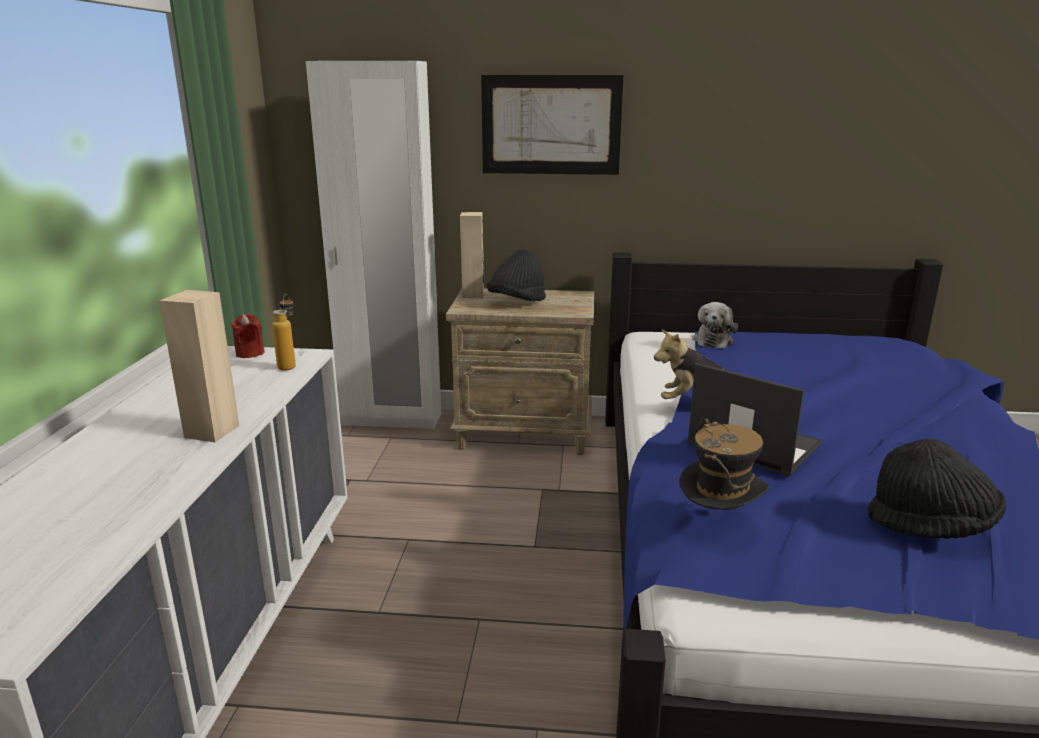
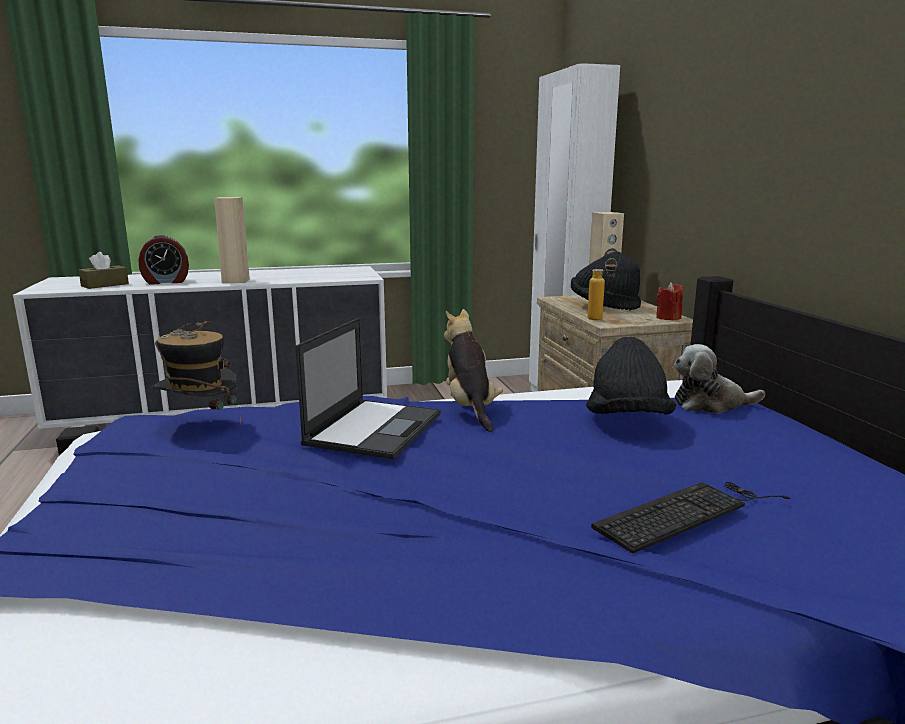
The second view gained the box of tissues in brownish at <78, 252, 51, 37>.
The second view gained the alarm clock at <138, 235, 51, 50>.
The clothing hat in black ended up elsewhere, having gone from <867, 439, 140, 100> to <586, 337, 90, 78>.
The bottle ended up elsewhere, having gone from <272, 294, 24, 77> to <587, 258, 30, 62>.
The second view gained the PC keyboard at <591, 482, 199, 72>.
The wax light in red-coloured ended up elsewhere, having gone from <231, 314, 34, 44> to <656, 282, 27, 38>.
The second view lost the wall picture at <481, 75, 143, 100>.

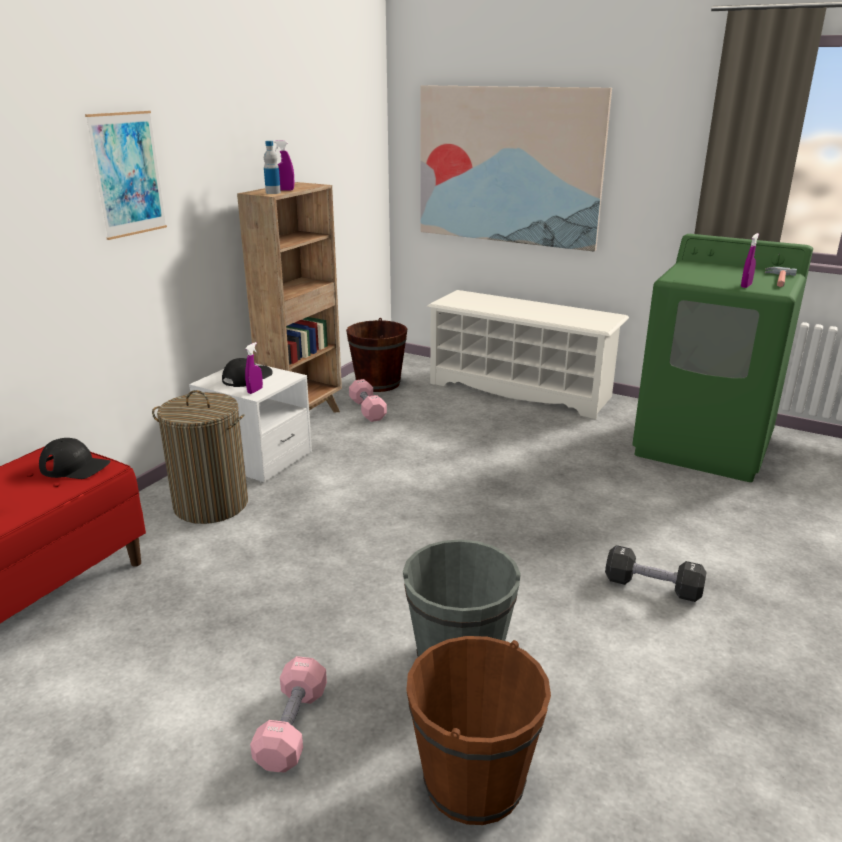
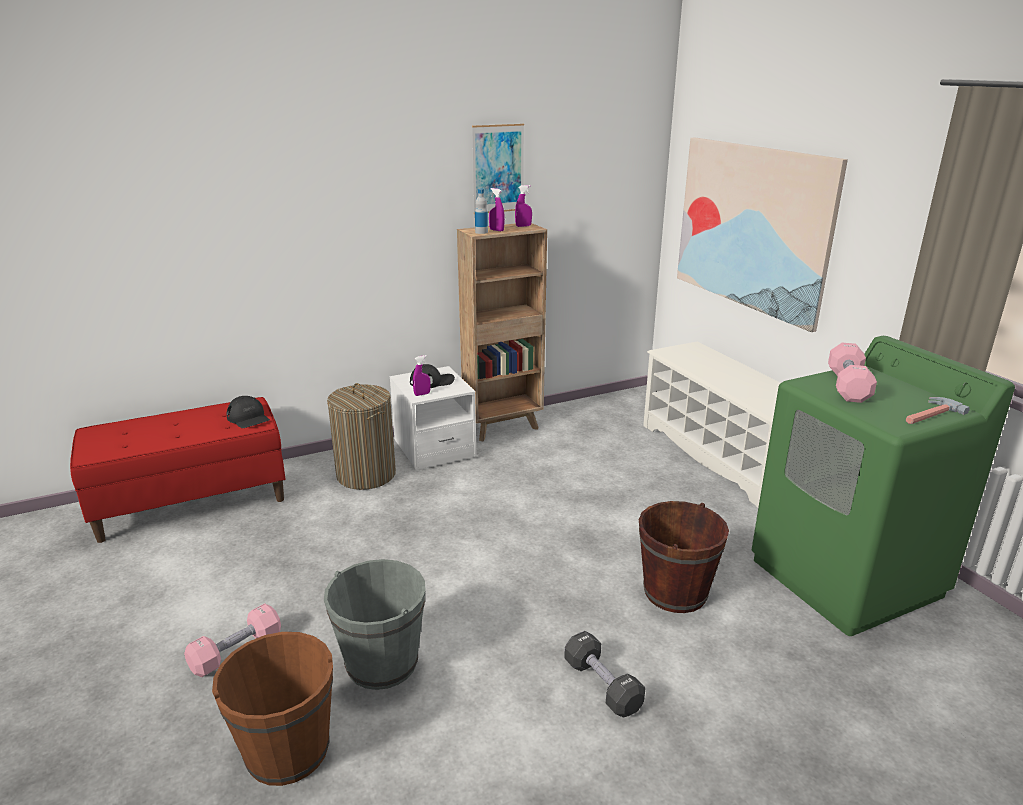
The wall picture ended up elsewhere, having gone from <85, 111, 82, 129> to <472, 124, 52, 90>.
The spray bottle in purplish ended up elsewhere, having gone from <741, 233, 18, 55> to <515, 185, 17, 42>.
The bucket in brownish ended up elsewhere, having gone from <346, 318, 61, 74> to <639, 501, 90, 112>.
The hand weight in pinkish ended up elsewhere, having gone from <349, 379, 38, 43> to <828, 343, 49, 60>.

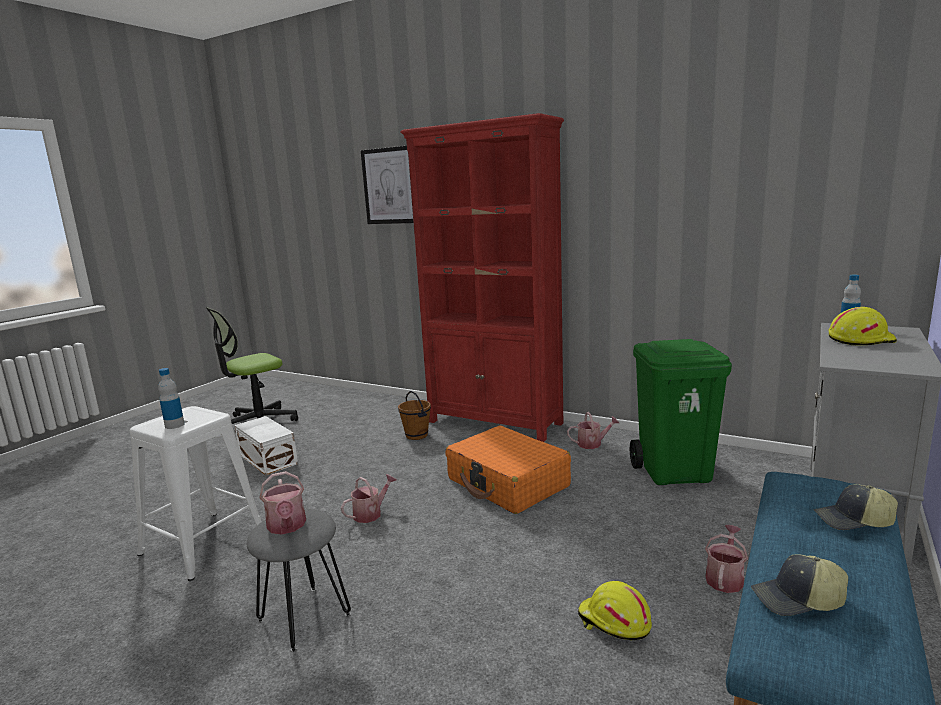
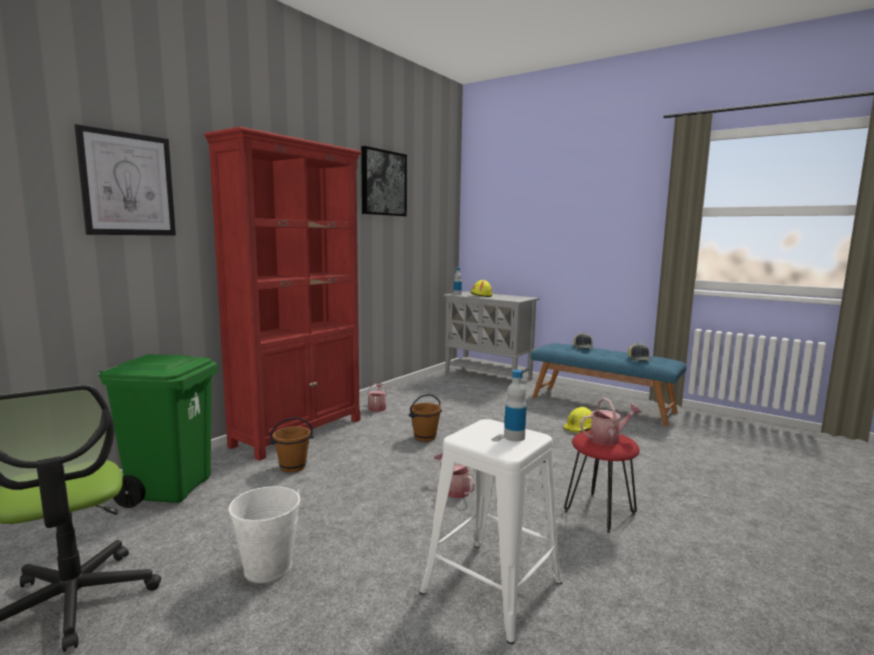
The waste bin in green ended up elsewhere, having gone from <630, 339, 102, 146> to <97, 354, 120, 154>.
Where the storage box in white-coloured stood at <234, 416, 64, 60>, the bucket in white-coloured came to stand at <228, 486, 72, 97>.
The second view gained the wall picture at <361, 146, 46, 70>.
Where the suitcase in orange-coloured stood at <445, 426, 126, 88>, the bucket in brownish came to stand at <408, 394, 34, 48>.
What was the stool seat in greyish at <247, 509, 104, 143> turned into the stool seat in red-coloured at <564, 430, 76, 103>.
The second view lost the sprinkling can at <705, 525, 43, 68>.

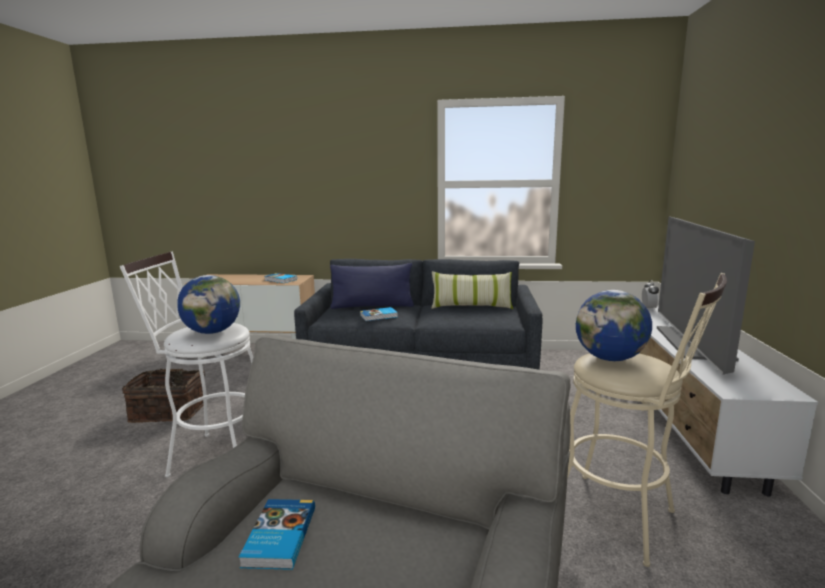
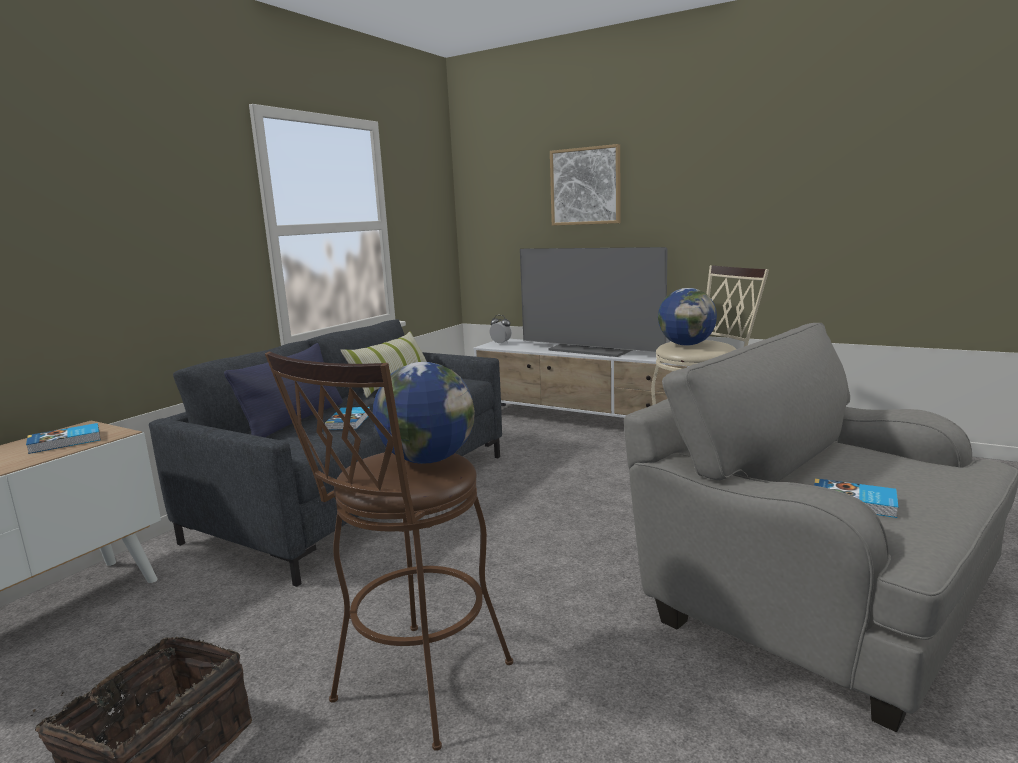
What was the stool seat in white-coloured at <120, 251, 133, 226> turned into the stool seat in brownish at <265, 352, 248, 399>.
The second view gained the wall picture at <550, 144, 70, 82>.

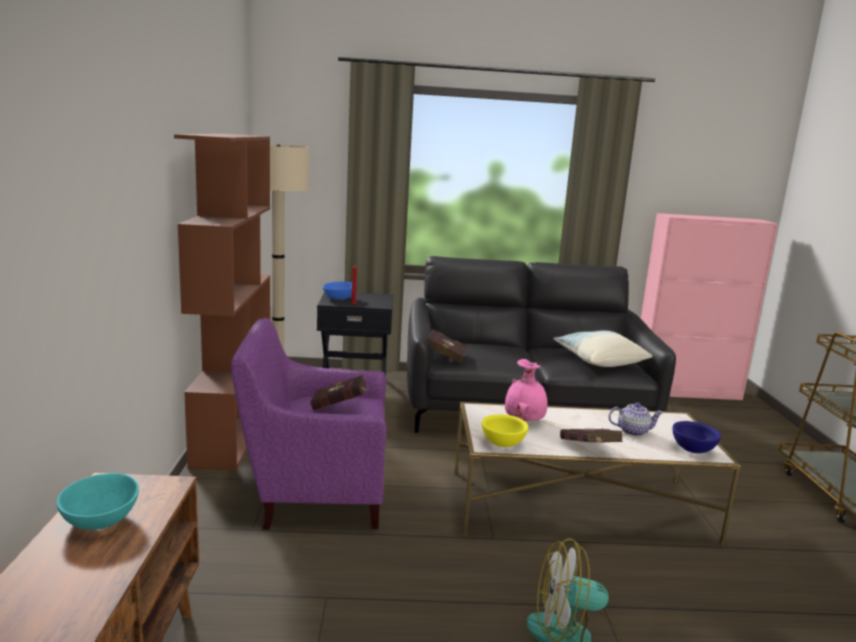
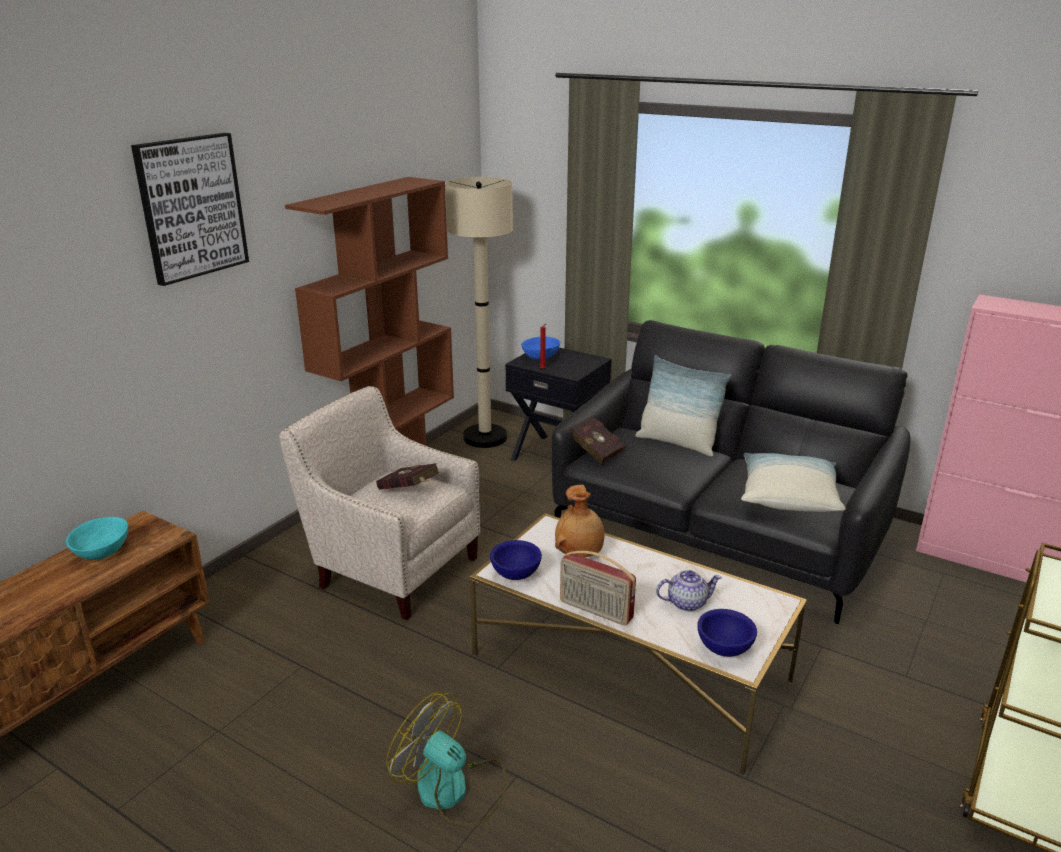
The second view gained the wall picture at <131, 133, 118, 153>.
What was the easy chair in purplish at <231, 318, 156, 212> turned into the easy chair in beige-coloured at <279, 386, 201, 234>.
What was the bowl in yellow-coloured at <482, 414, 46, 33> turned into the bowl in blue-coloured at <490, 540, 52, 40>.
What was the decorative vase in pinkish at <505, 359, 43, 62> turned into the decorative vase in brownish at <555, 485, 49, 72>.
Where the book in red-coloured stood at <560, 428, 63, 15>, the radio came to stand at <560, 551, 76, 75>.
The second view gained the cushion at <635, 355, 97, 102>.
The teapot at <608, 402, 55, 34> ended up facing another way, 45 degrees counterclockwise from before.

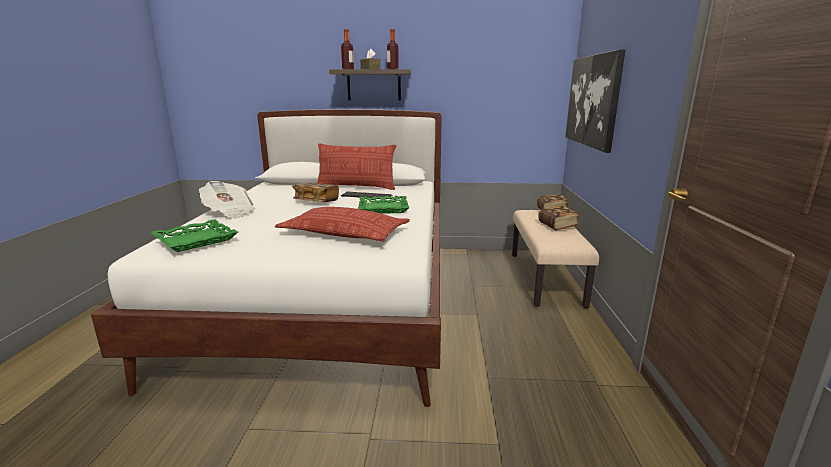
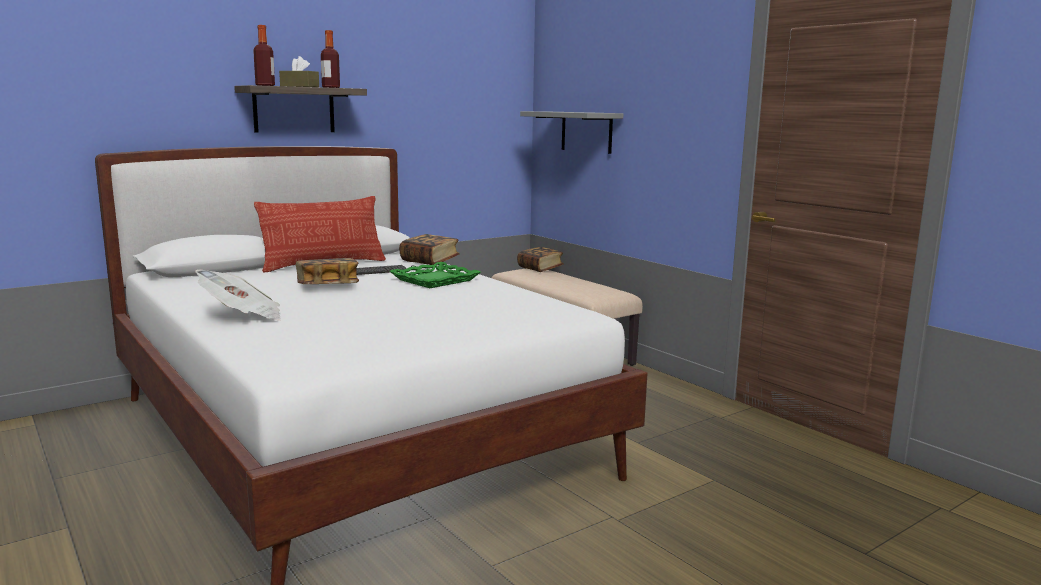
The book ended up elsewhere, having gone from <538, 206, 42, 25> to <399, 234, 61, 31>.
Where the wall picture hung at <565, 49, 60, 104>, the shelf in greyish came to hang at <520, 111, 103, 43>.
The second view lost the carrying tray in green at <151, 219, 87, 33>.
The second view lost the cushion at <275, 207, 135, 35>.

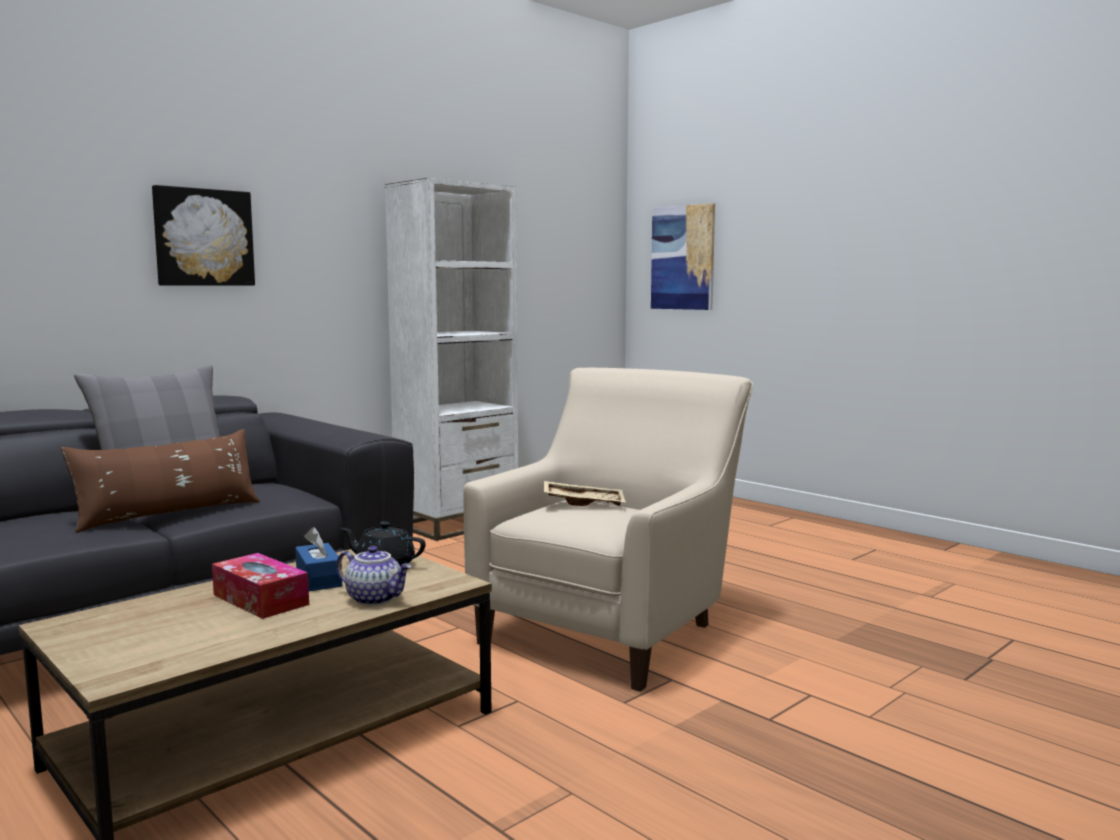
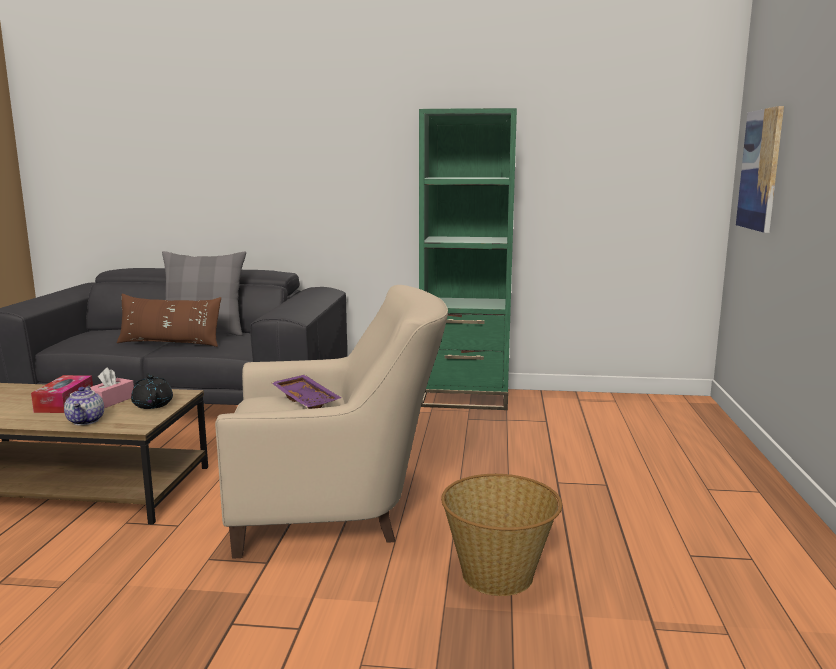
What was the box of tissues in blue-coloured at <295, 527, 47, 64> turned into the box of tissues in pinkish at <90, 367, 44, 41>.
What was the carrying tray in beige-coloured at <544, 481, 82, 25> turned into the carrying tray in purplish at <271, 375, 70, 34>.
What was the bookcase in white-coloured at <385, 178, 133, 363> turned into the bookcase in green at <419, 108, 98, 302>.
The second view gained the basket at <441, 474, 121, 122>.
The second view lost the wall picture at <152, 185, 103, 101>.

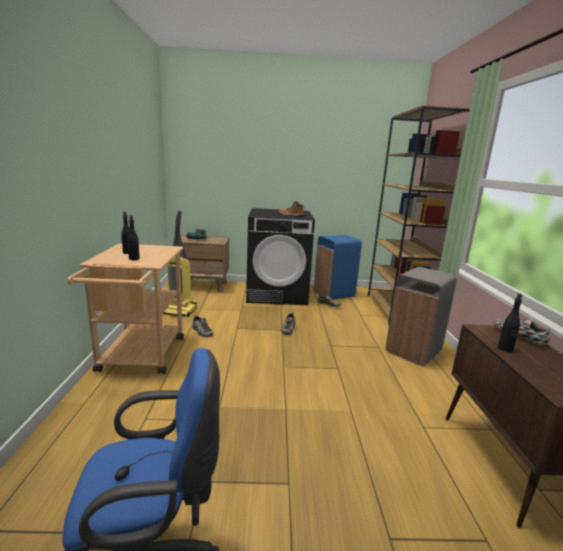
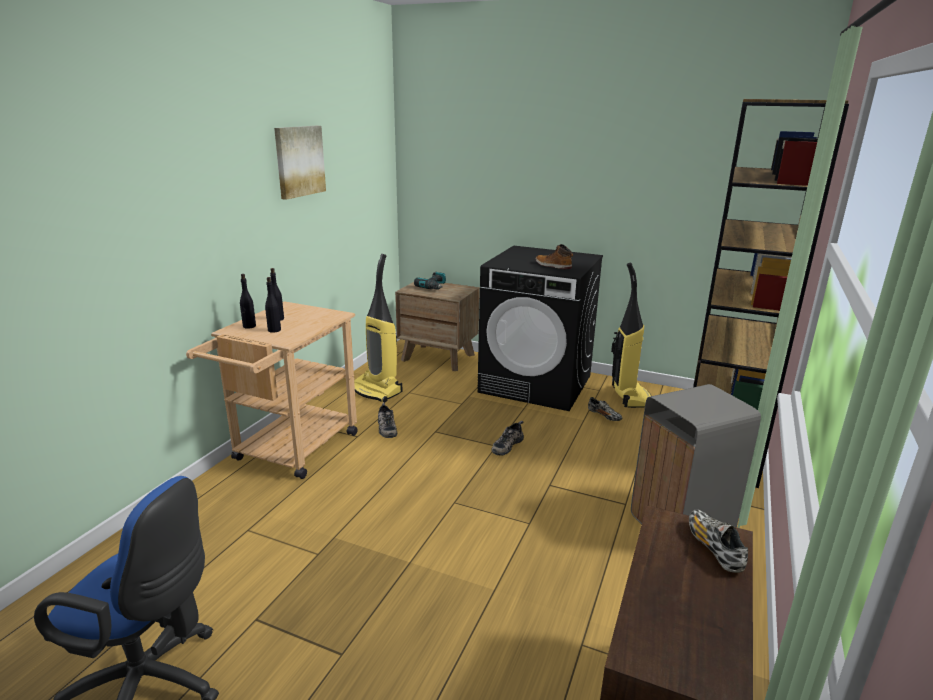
The bottle in black ended up elsewhere, having gone from <498, 293, 24, 59> to <240, 274, 16, 55>.
The second view gained the wall picture at <274, 126, 52, 74>.
Where the waste bin in blue-coloured stood at <314, 235, 48, 64>, the vacuum cleaner came to stand at <611, 263, 40, 145>.

